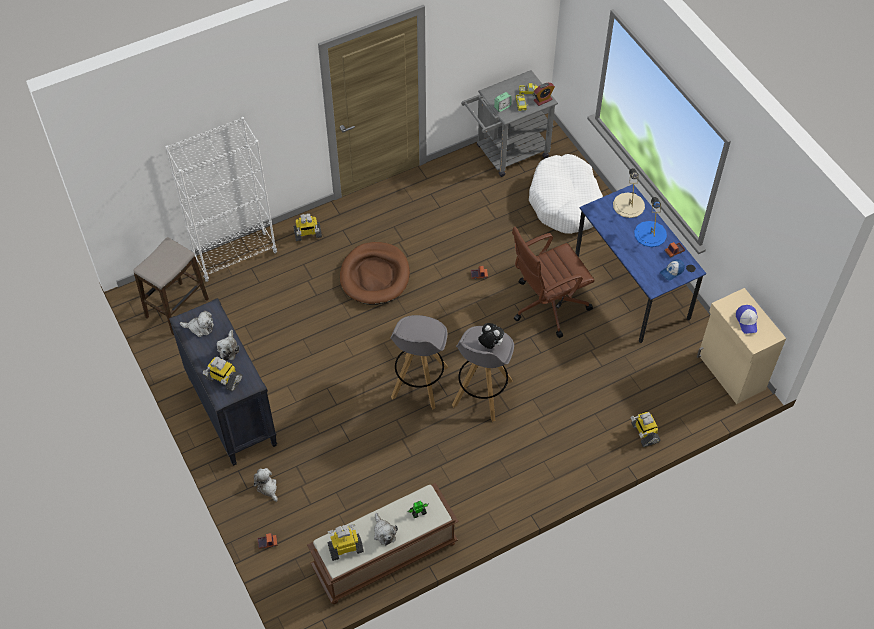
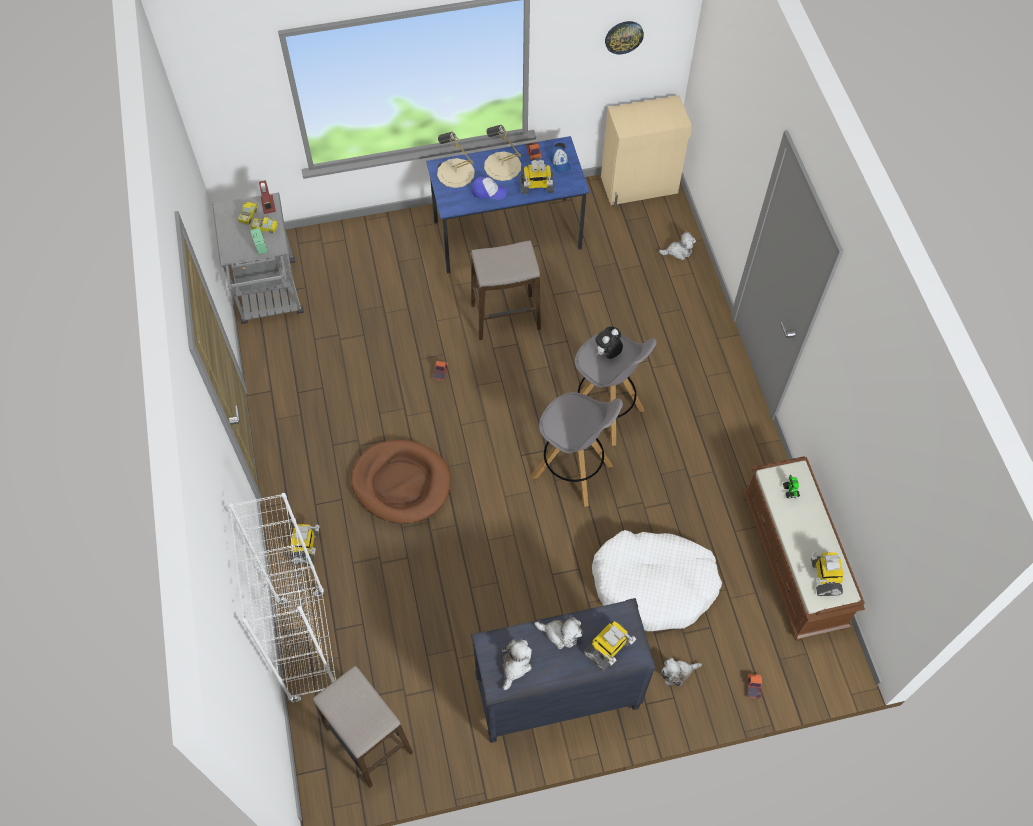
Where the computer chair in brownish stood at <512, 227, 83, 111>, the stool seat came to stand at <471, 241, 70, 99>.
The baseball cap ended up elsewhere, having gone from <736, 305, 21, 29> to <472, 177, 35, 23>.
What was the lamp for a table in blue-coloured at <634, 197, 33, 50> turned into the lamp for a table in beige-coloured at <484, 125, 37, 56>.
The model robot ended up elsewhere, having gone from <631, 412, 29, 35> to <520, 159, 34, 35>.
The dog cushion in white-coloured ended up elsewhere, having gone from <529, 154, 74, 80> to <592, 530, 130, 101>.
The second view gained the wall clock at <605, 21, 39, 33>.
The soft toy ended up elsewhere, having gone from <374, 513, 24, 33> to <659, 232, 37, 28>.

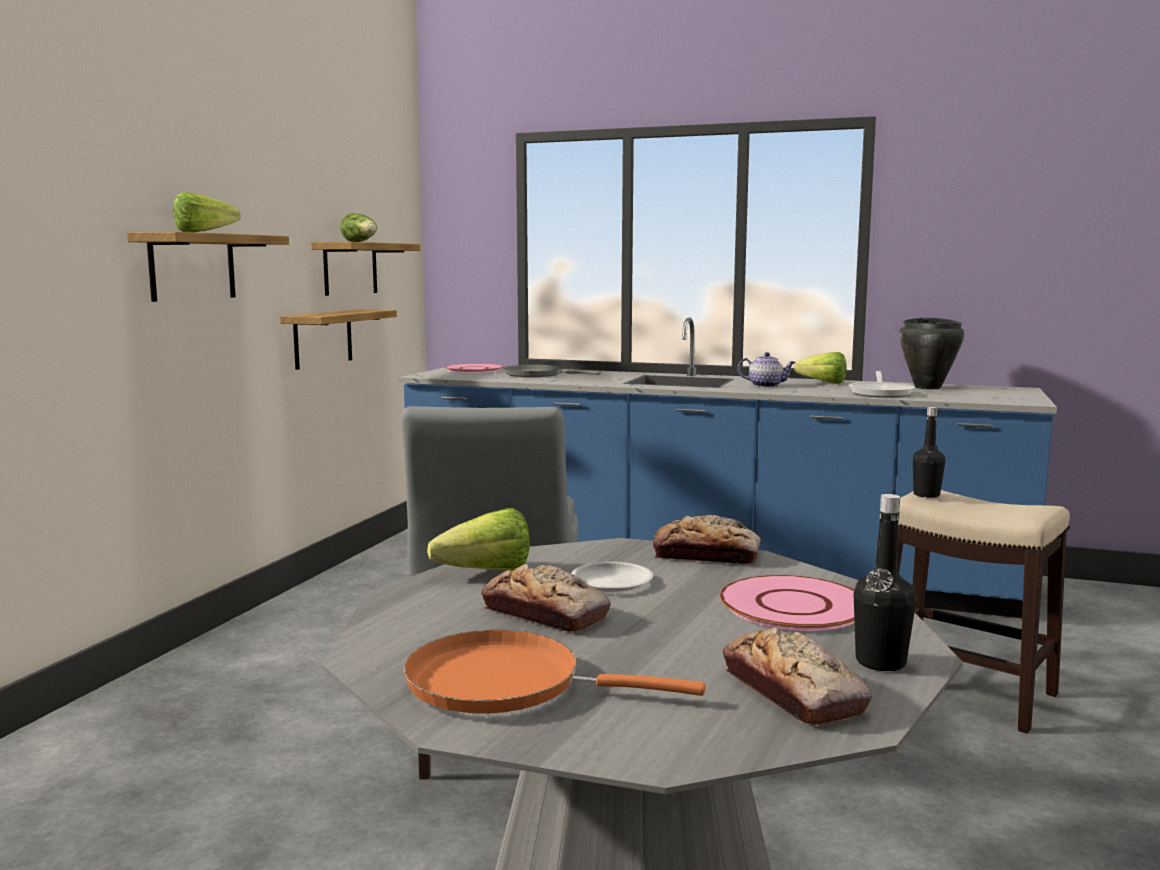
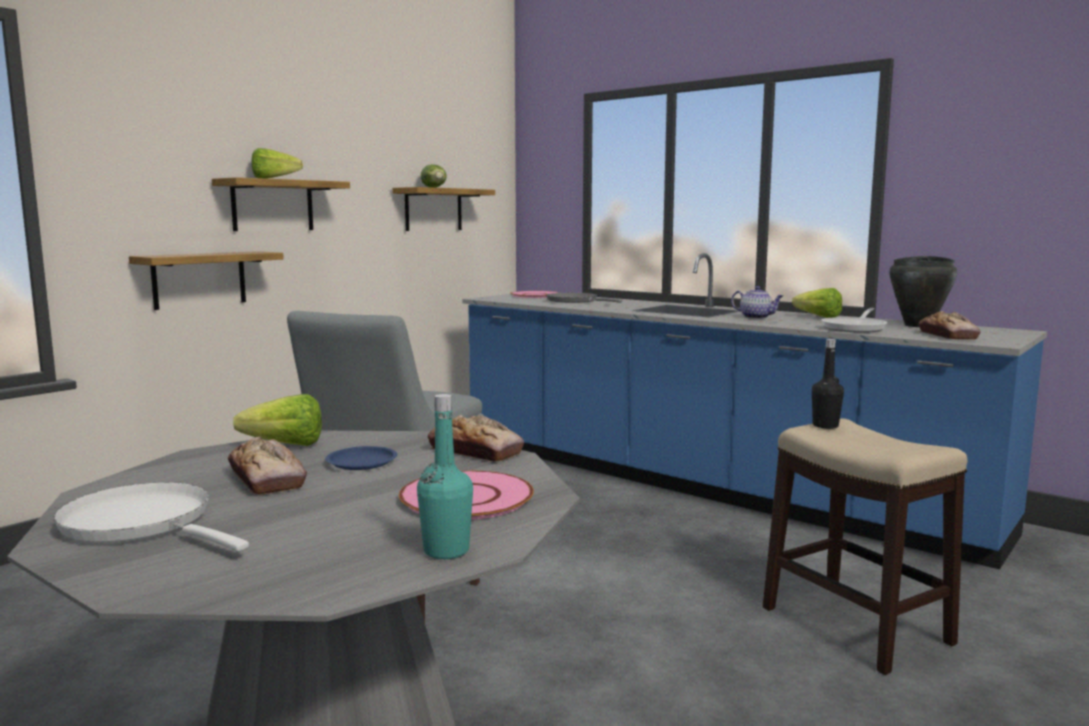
What was the skillet in orange-coloured at <403, 630, 303, 84> turned into the skillet in white-coloured at <53, 482, 196, 70>.
The shelf ended up elsewhere, having gone from <280, 309, 117, 61> to <129, 251, 155, 59>.
What was the flat dish in white-coloured at <571, 562, 82, 30> turned into the flat dish in blue-coloured at <325, 446, 72, 24>.
What was the bottle in black at <853, 494, 63, 177> turned into the bottle in turquoise-coloured at <417, 394, 56, 165>.
The bakery bread ended up elsewhere, having gone from <723, 627, 149, 99> to <919, 311, 62, 29>.

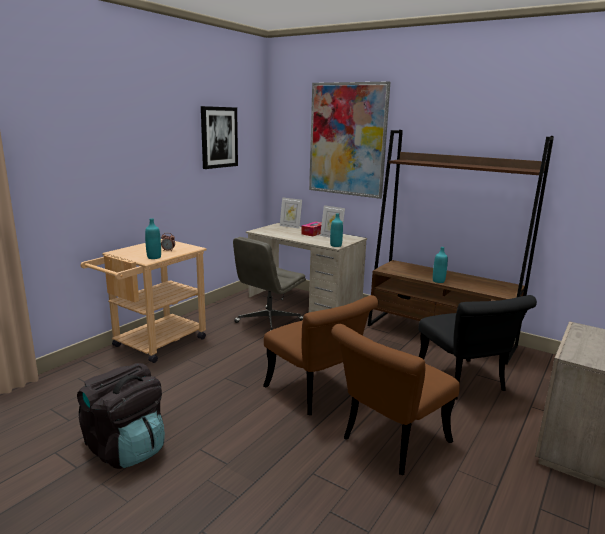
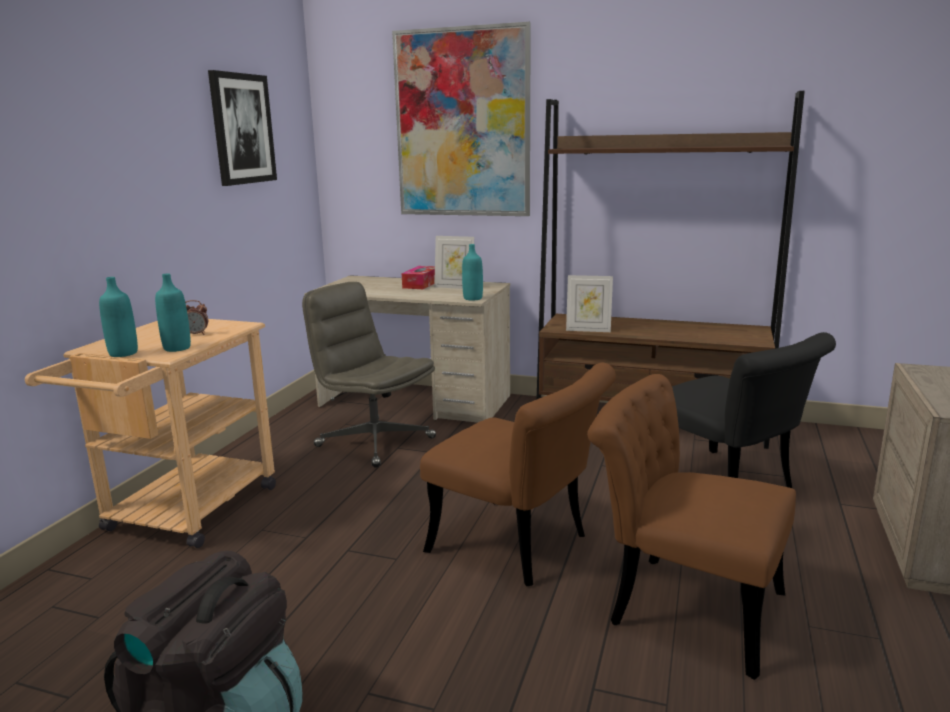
The bottle in turquoise-coloured ended up elsewhere, having gone from <433, 247, 15, 36> to <99, 277, 39, 80>.
The computer chair in greyish at <233, 237, 73, 94> ended up facing another way, 105 degrees clockwise from before.
The picture frame ended up elsewhere, having gone from <280, 197, 22, 32> to <566, 275, 47, 57>.
The upright chair in brownish at <331, 324, 129, 151> ended up facing another way, 90 degrees clockwise from before.

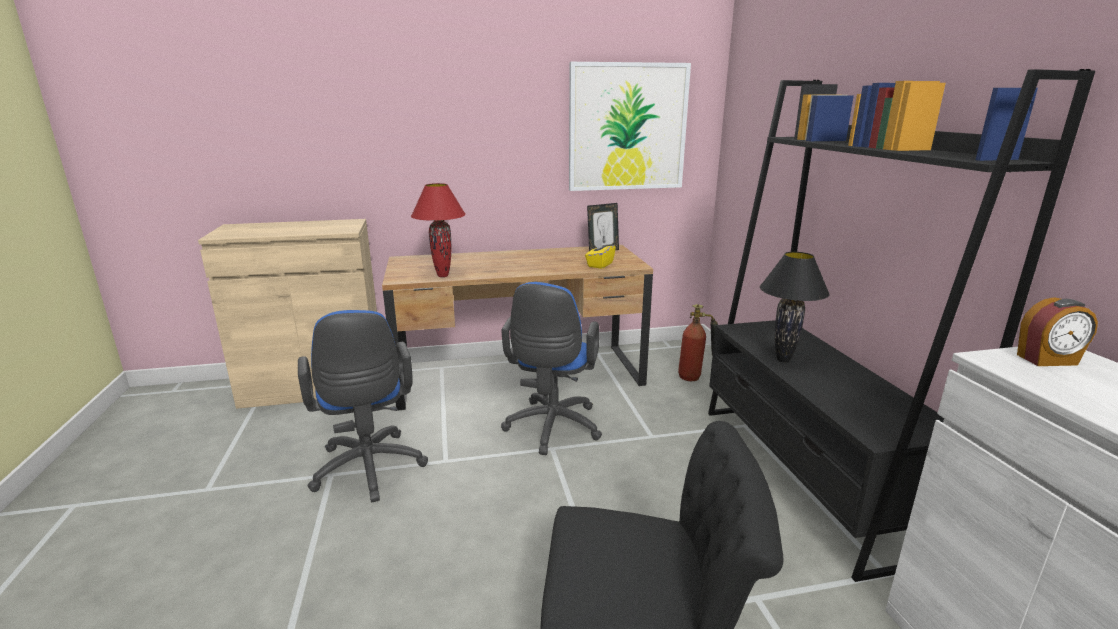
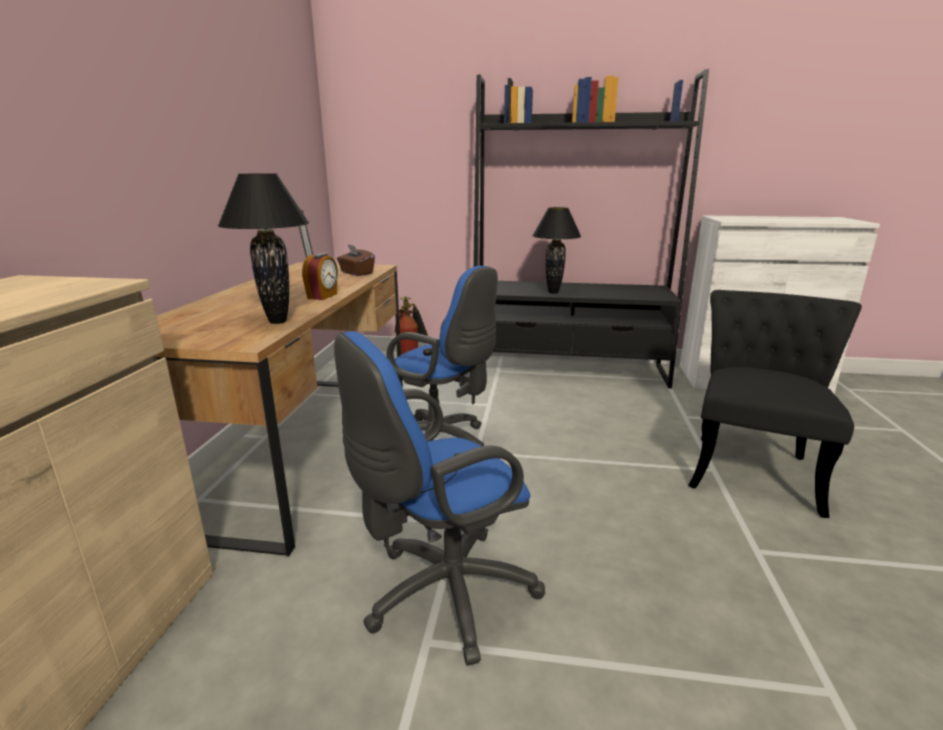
What was the lamp for a table in red-coloured at <411, 183, 55, 94> turned into the lamp for a table in black at <218, 173, 91, 151>.
The alarm clock ended up elsewhere, having gone from <1017, 297, 81, 69> to <302, 253, 36, 47>.
The computer chair in blue-coloured at <298, 310, 130, 192> ended up facing another way, 150 degrees clockwise from before.
What was the box of tissues in yellow-coloured at <585, 239, 31, 30> turned into the box of tissues in brownish at <337, 244, 38, 32>.
The second view lost the wall picture at <569, 62, 122, 129>.

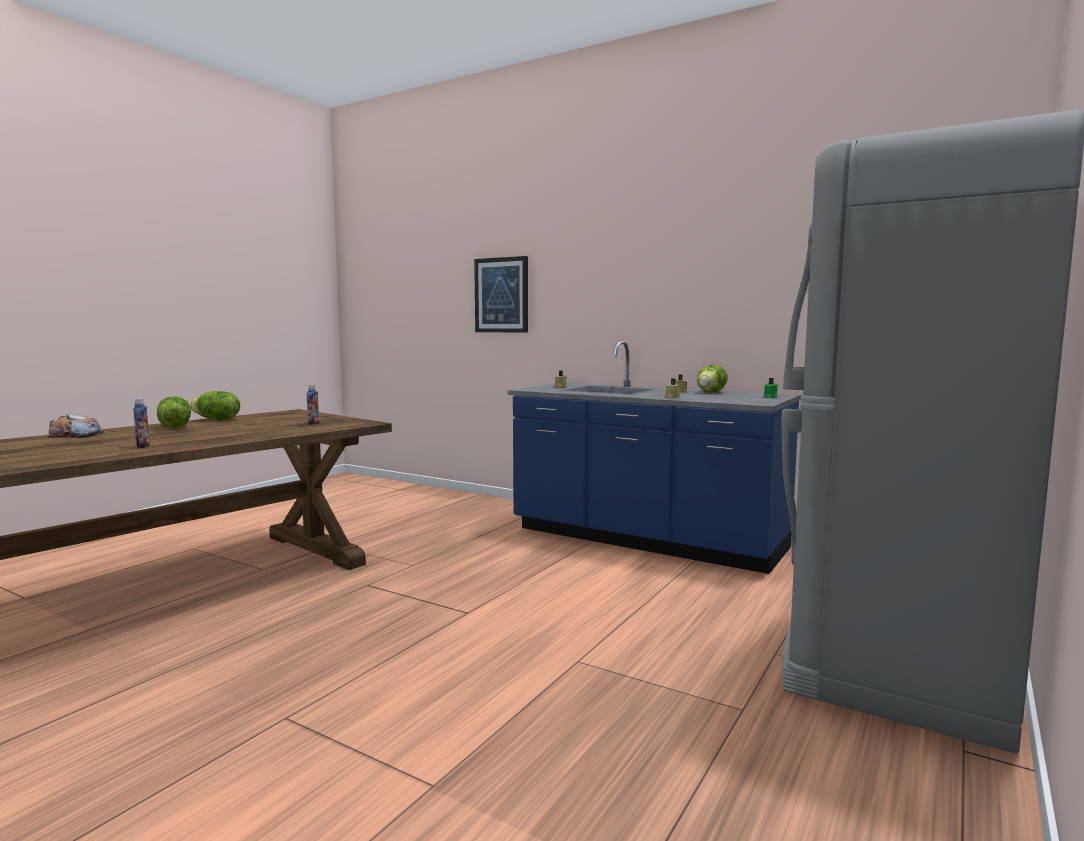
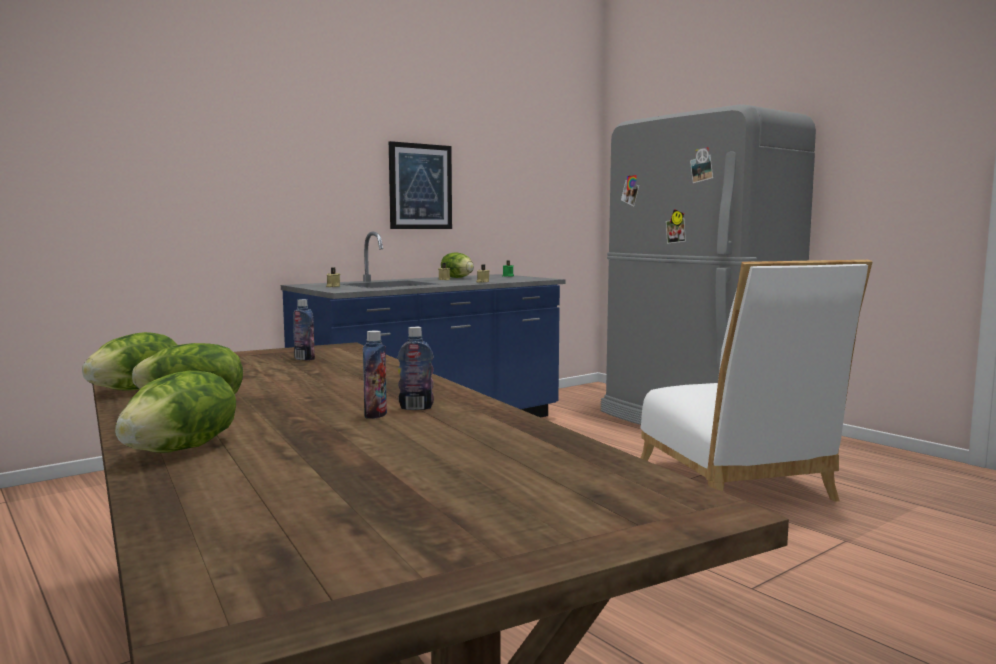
Where the bakery bread stood at <48, 414, 56, 24>, the lettuce head came to stand at <115, 371, 121, 82>.
The second view gained the bottle at <363, 331, 24, 88>.
The wall picture ended up elsewhere, having gone from <474, 256, 54, 77> to <389, 141, 63, 88>.
The second view gained the upright chair in white-coloured at <640, 260, 233, 242>.

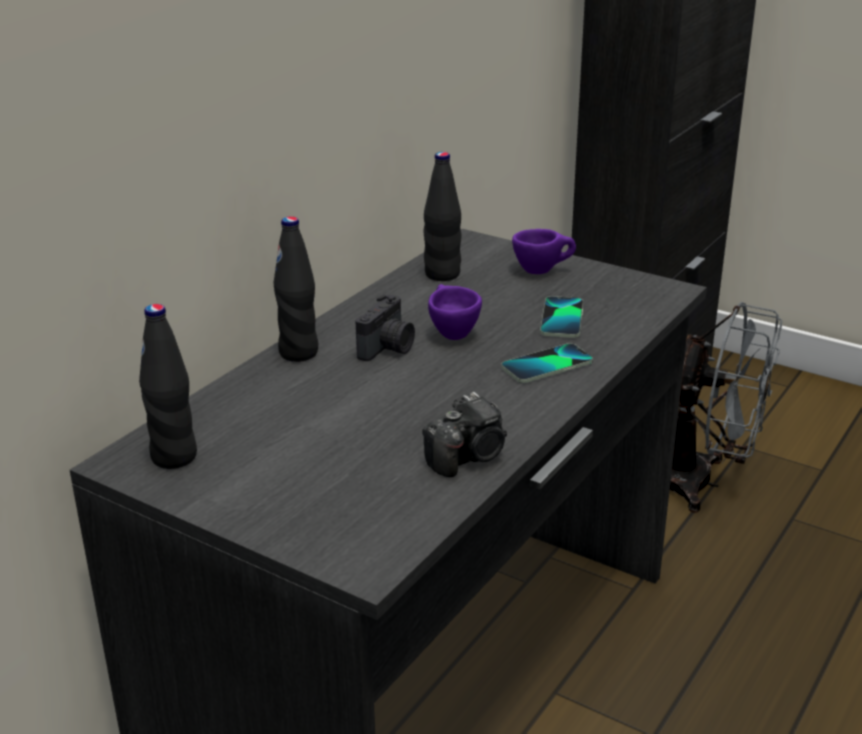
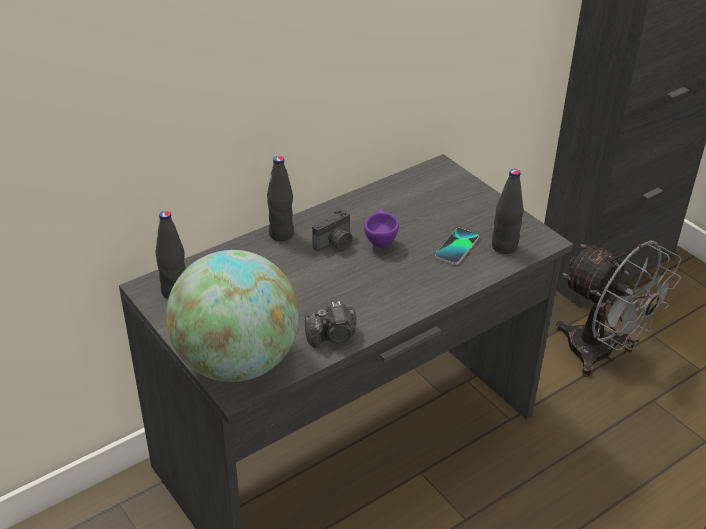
The second view gained the world globe at <166, 250, 133, 132>.
The bottle in black ended up elsewhere, having gone from <423, 152, 38, 129> to <492, 169, 31, 85>.
The second view lost the handset at <501, 343, 92, 40>.
The second view lost the drinking cup in purplish at <512, 229, 64, 45>.

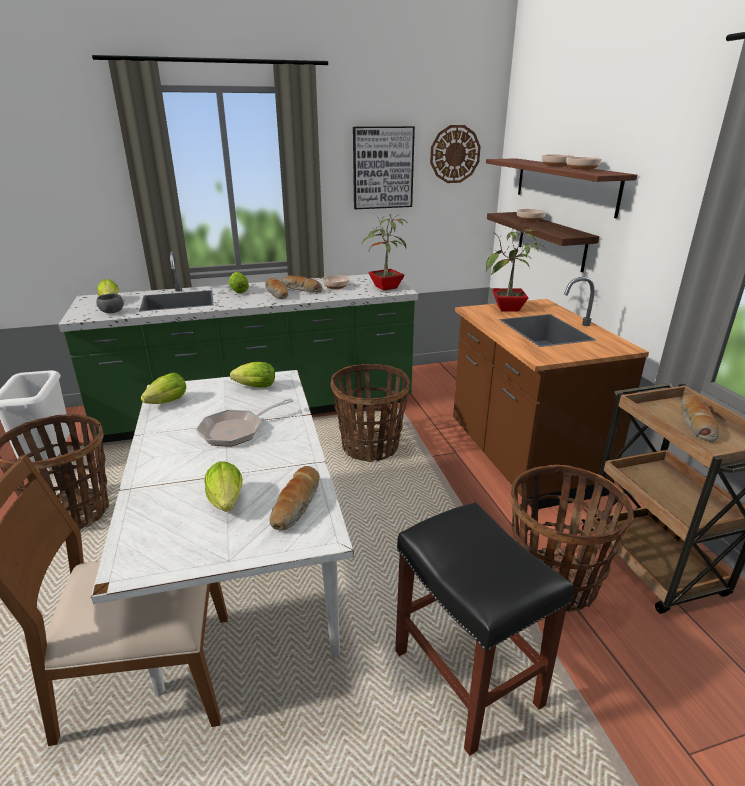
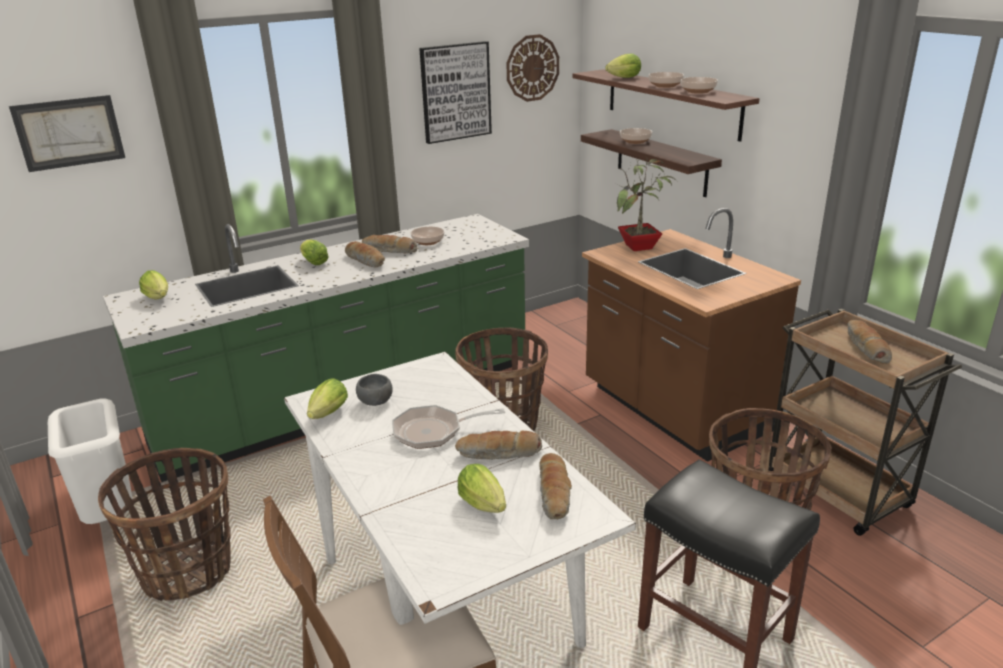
The second view gained the wall picture at <9, 95, 116, 77>.
The bowl in greyish ended up elsewhere, having gone from <96, 294, 28, 19> to <356, 374, 37, 32>.
The skillet at <196, 398, 98, 49> ended up facing another way, 45 degrees clockwise from before.
The second view gained the bakery bread at <455, 431, 87, 29>.
The lettuce head ended up elsewhere, having gone from <230, 362, 45, 26> to <605, 54, 36, 24>.
The second view lost the potted plant at <361, 214, 47, 77>.

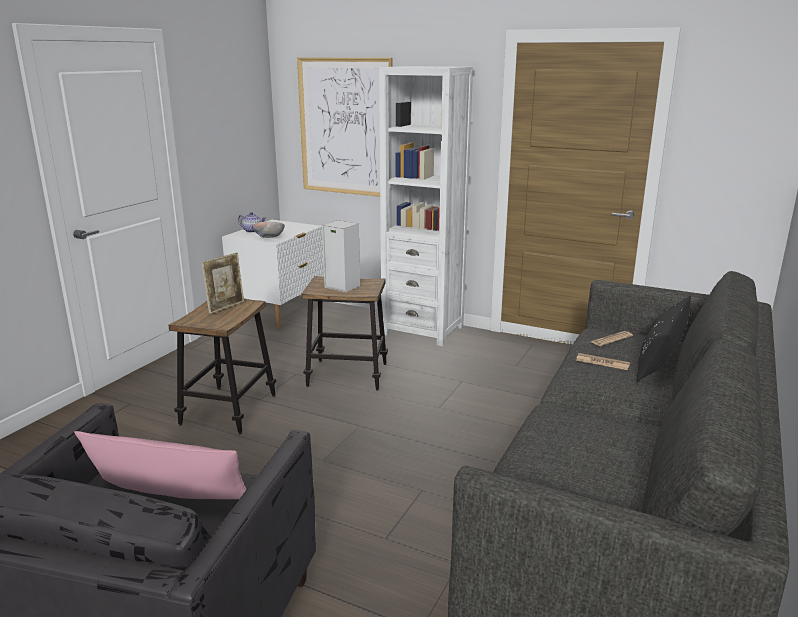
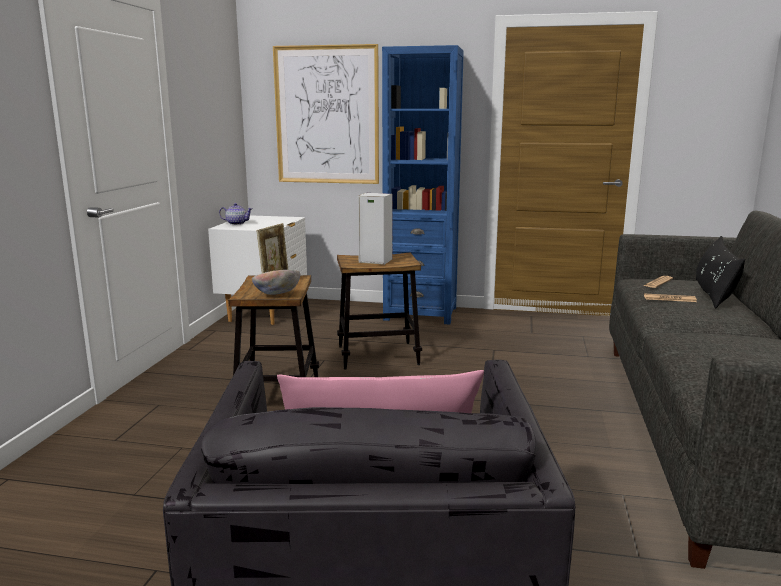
The bowl ended up elsewhere, having gone from <253, 222, 32, 16> to <252, 270, 48, 25>.
What was the bookcase in white-coloured at <379, 66, 94, 280> turned into the bookcase in blue-coloured at <382, 45, 82, 280>.

